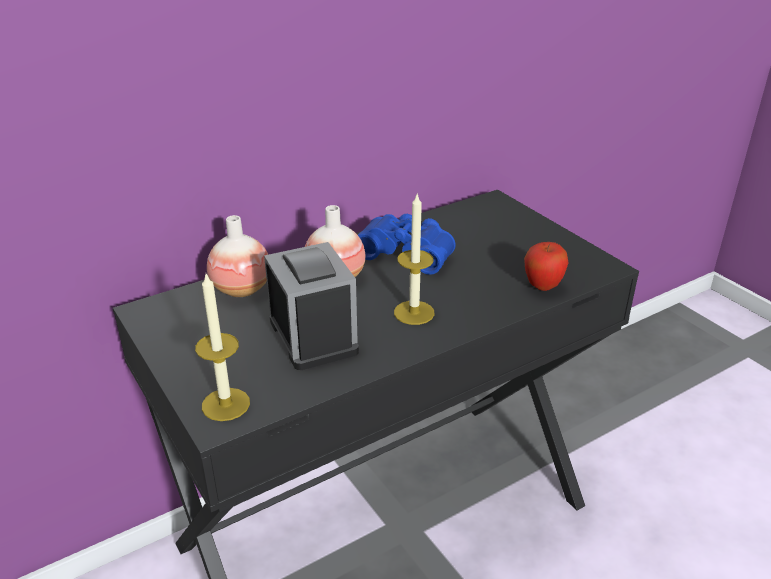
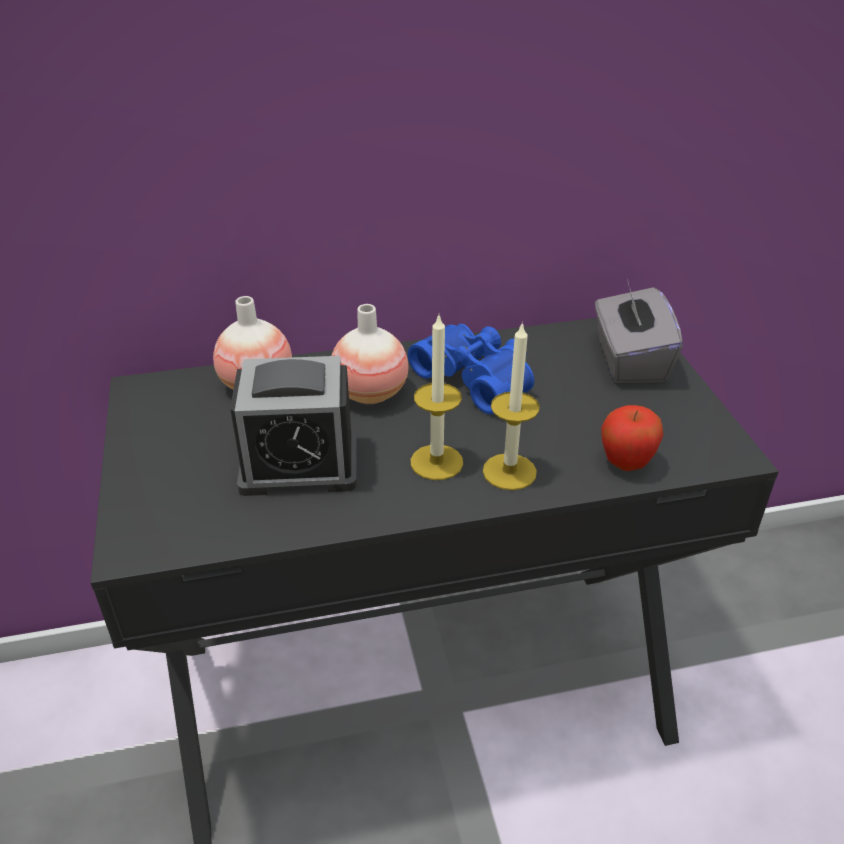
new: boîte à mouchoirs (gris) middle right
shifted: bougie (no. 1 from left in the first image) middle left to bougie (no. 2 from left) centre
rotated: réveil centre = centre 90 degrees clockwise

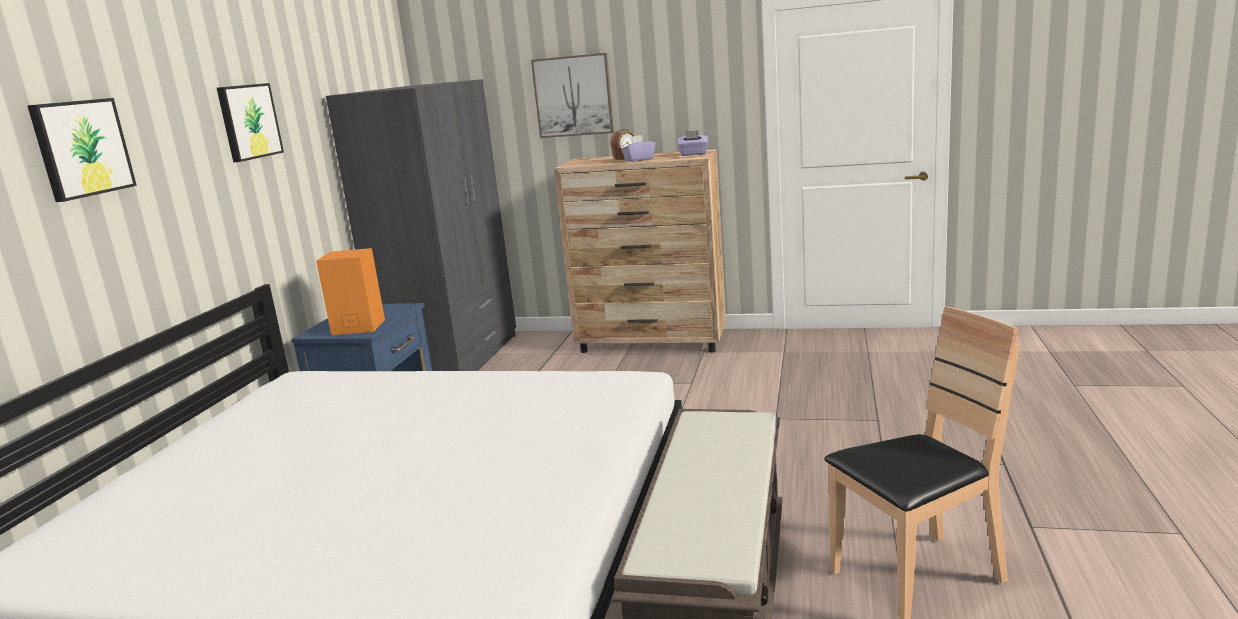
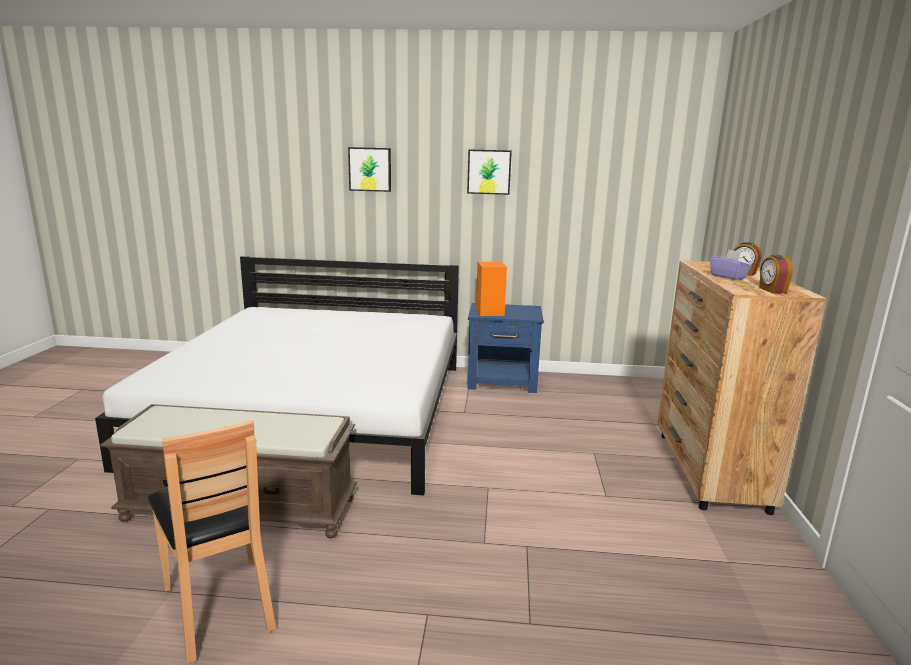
gone: armoire (gris) centre; tableau (no. 3 from left) top centre
swapped: boîte à mouchoirs (violet) (no. 2 from left) top centre to réveil (no. 2 from left) middle right

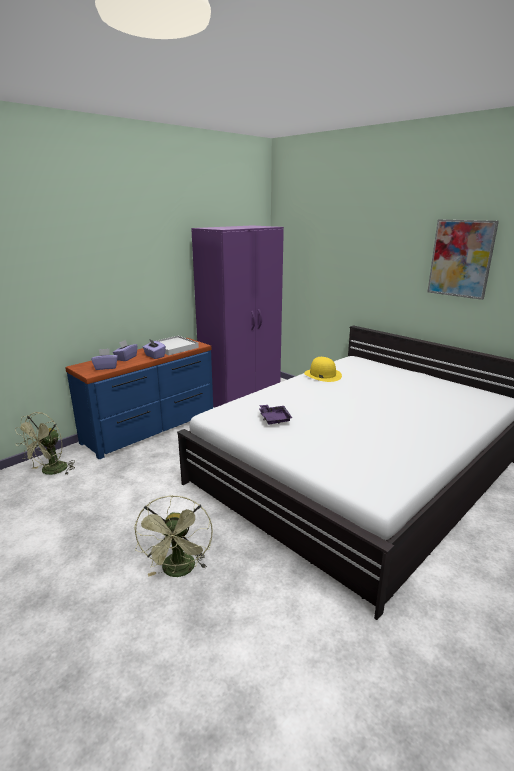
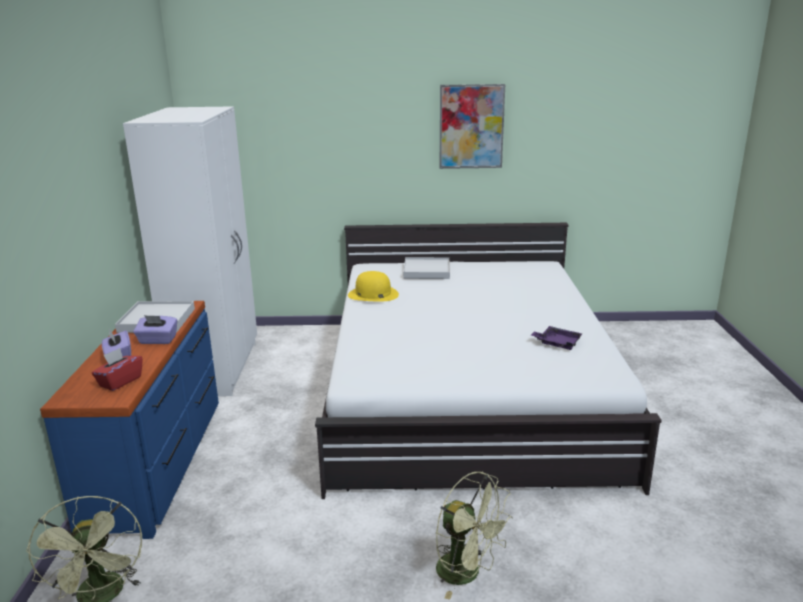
new: plateau (blanc) (no. 2 from left) centre
shifted: plateau (violet) centre to middle right
repainted: boîte à mouchoirs (violet) (no. 1 from left) middle left to boîte à mouchoirs (rouge) middle left; armoire (violet) centre to armoire (blanc) middle left

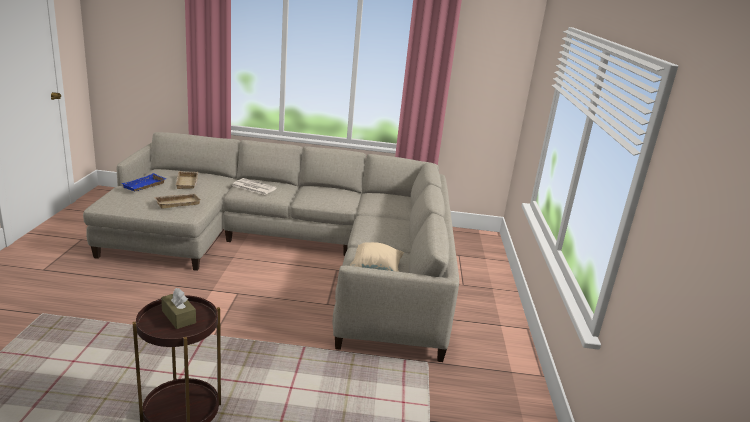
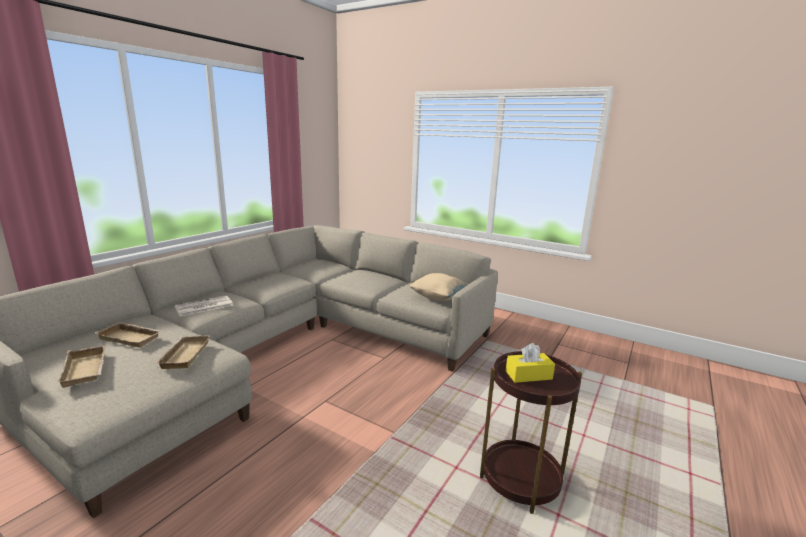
repainted: plateau (bleu) middle left to plateau (beige) (no. 1 from left) bottom left; boîte à mouchoirs (marron) bottom left to boîte à mouchoirs (jaune) bottom centre

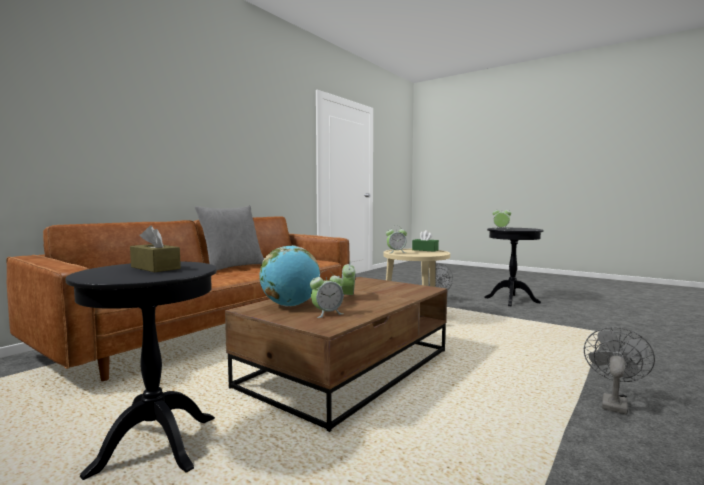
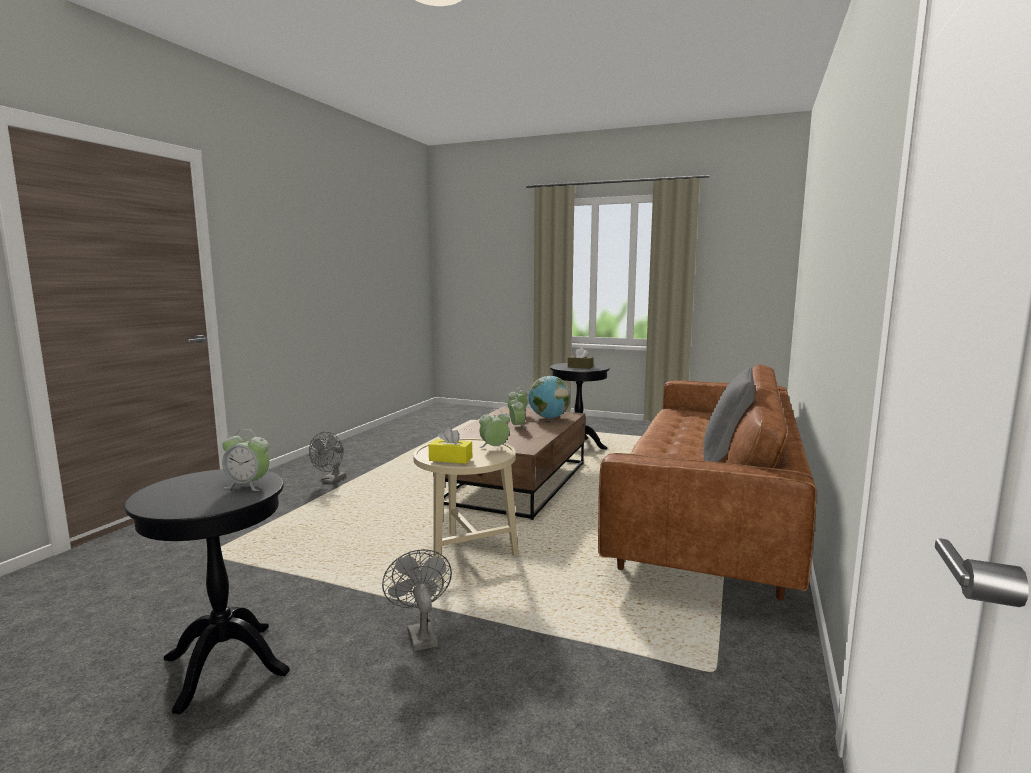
repainted: boîte à mouchoirs (vert) centre to boîte à mouchoirs (jaune) centre

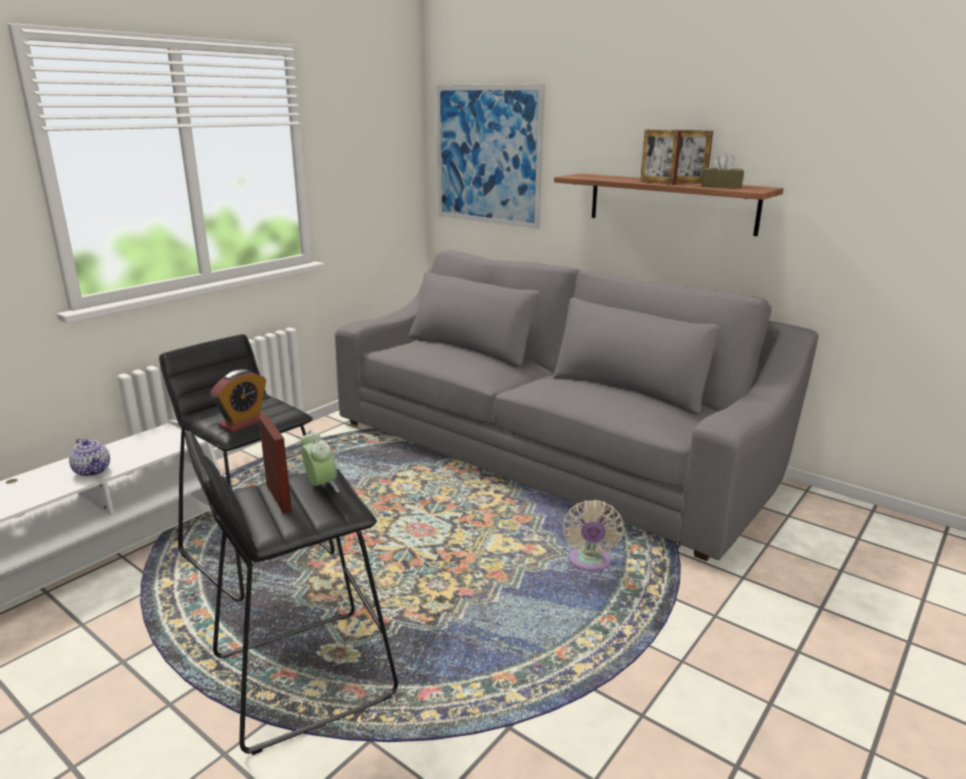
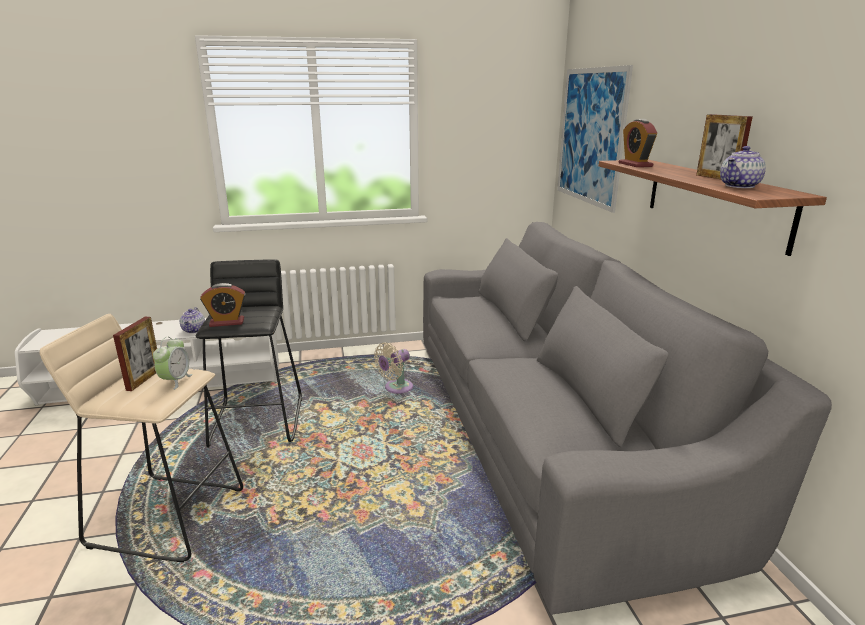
gone: cadre photo (no. 2 from left) top right
new: réveil (no. 3 from left) top right
shifted: ventilateur (beige) bottom centre to centre
swapped: boîte à mouchoirs (marron) top right to théière (no. 2 from left) top right
repainted: tabouret (noir) (no. 2 from left) bottom left to tabouret (beige) bottom left

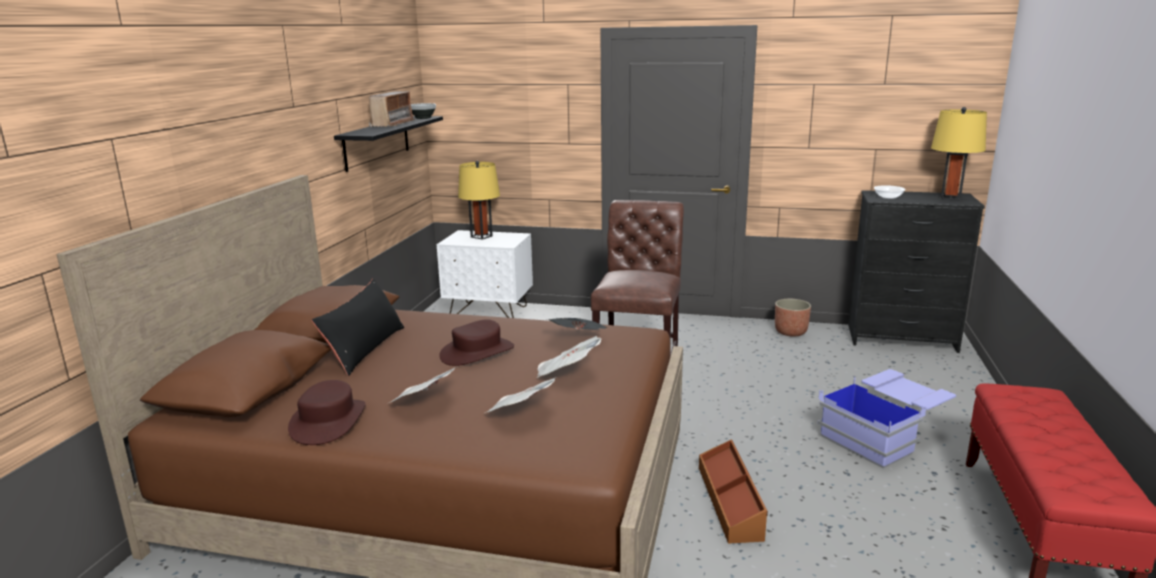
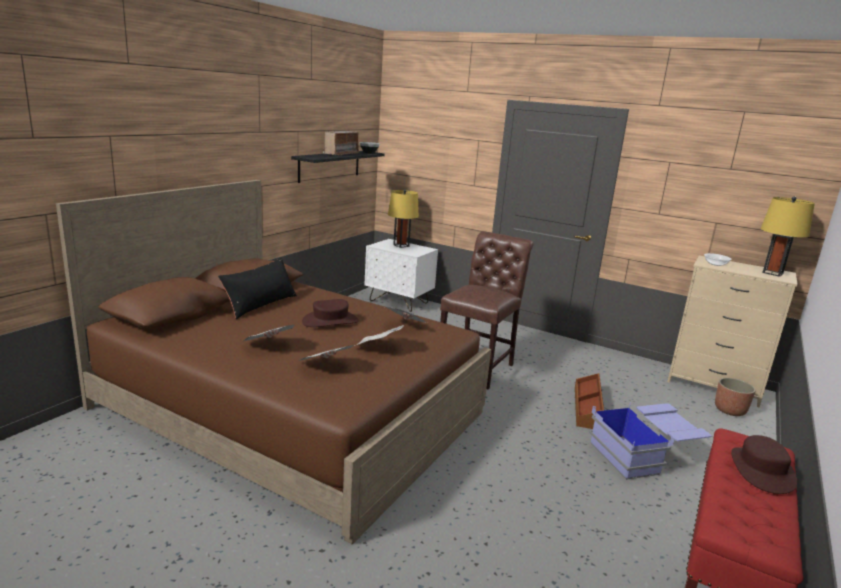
shifted: chapeau (marron) (no. 1 from left in the first image) bottom left to chapeau (marron) (no. 2 from left) bottom right; boîte de rangement (marron) bottom centre to bottom right; cache-pot middle right to bottom right
repainted: commode (noir) middle right to commode (beige) middle right

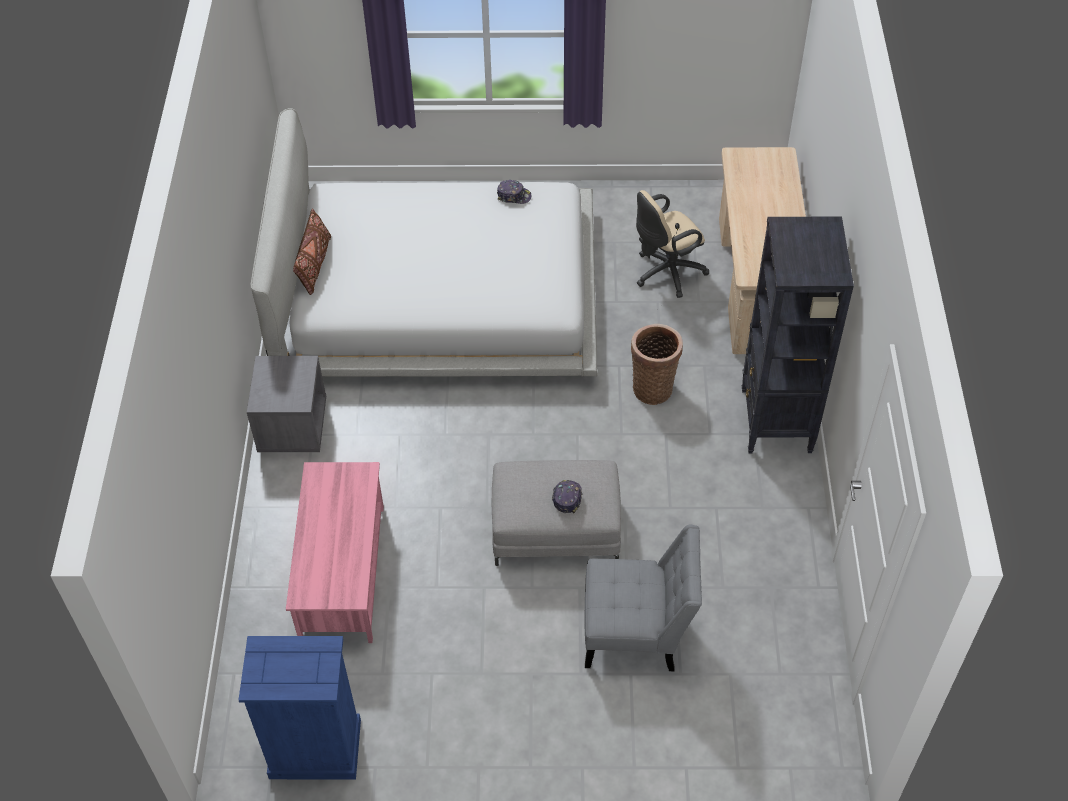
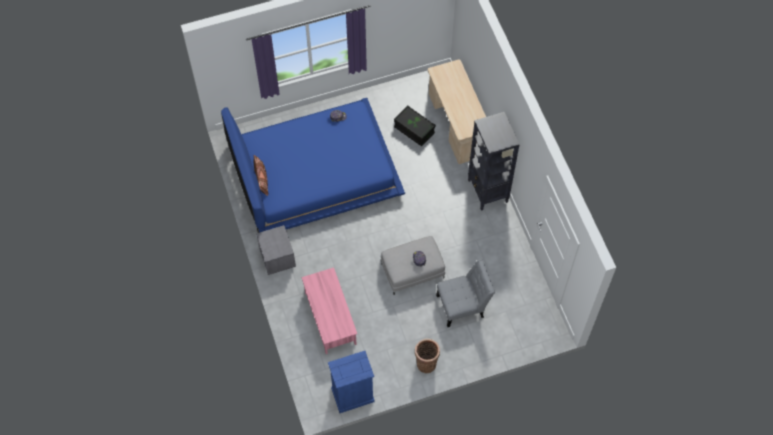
shifted: panier centre to bottom centre
swapped: chaise de bureau (beige) top centre to boîte de rangement (noir) top centre
repainted: lit (blanc) top centre to lit (bleu) centre

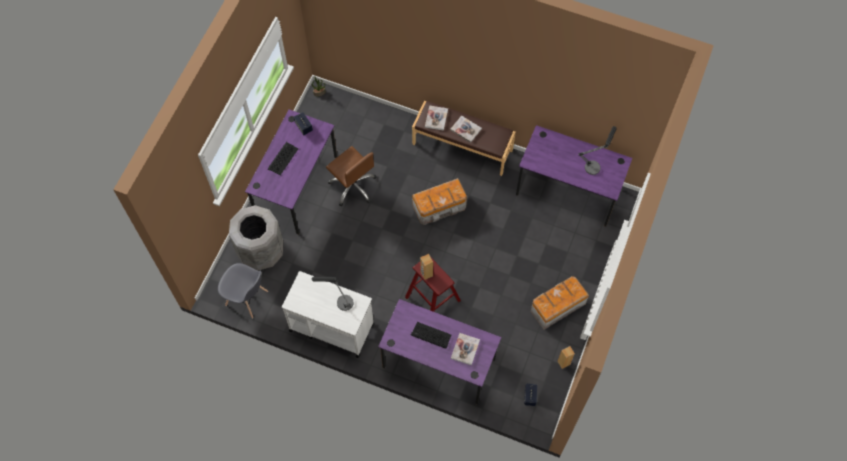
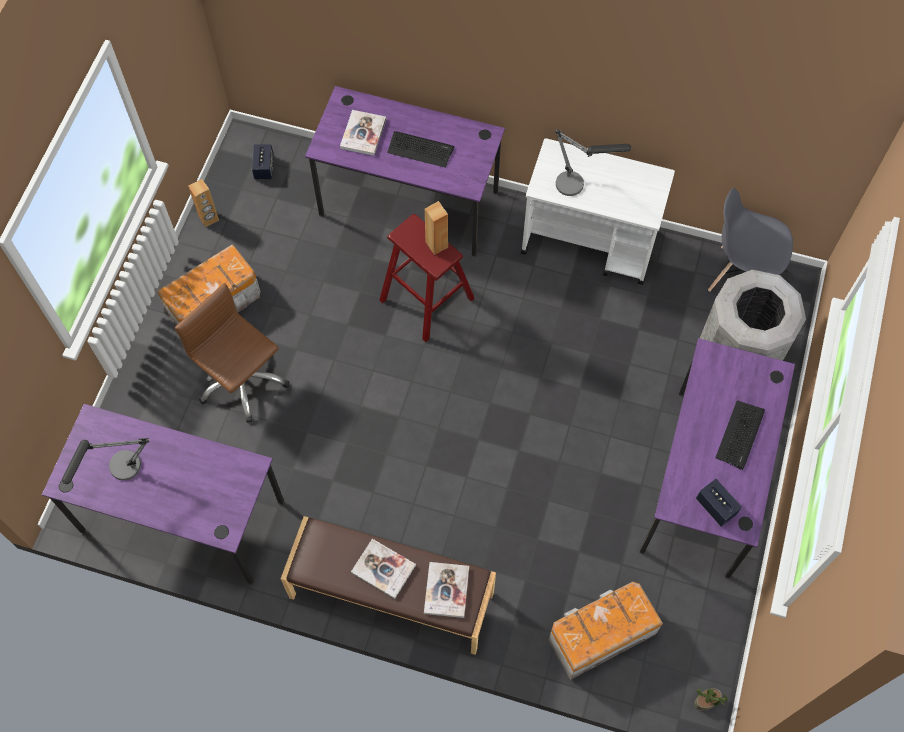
shifted: chaise de bureau (marron) centre to middle left; boîte de rangement (no. 1 from left in the first image) centre to boîte de rangement (no. 2 from left) bottom right

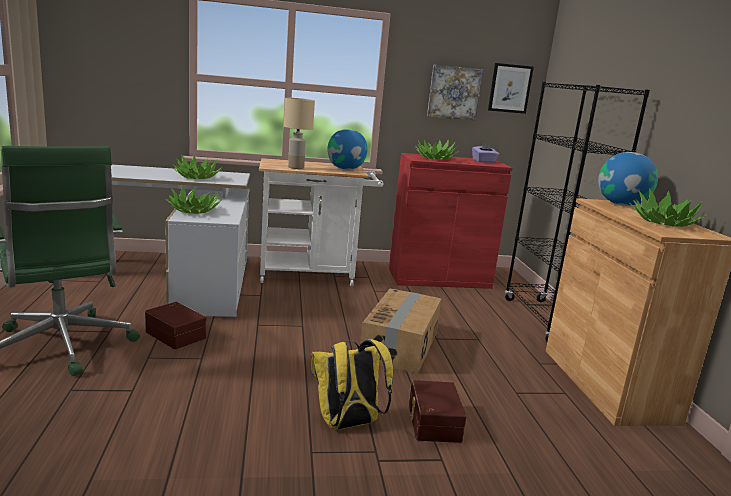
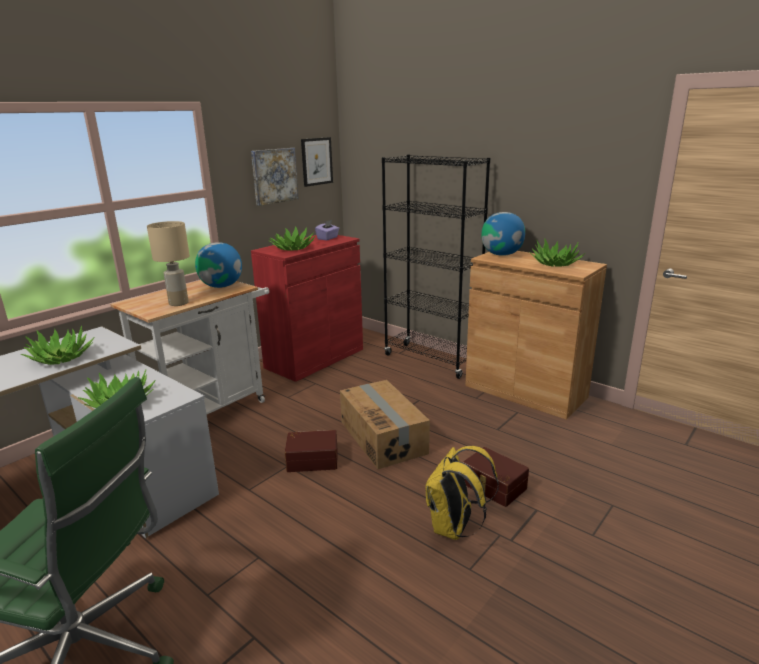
shifted: boîte de rangement (marron) (no. 1 from left) middle left to bottom centre

